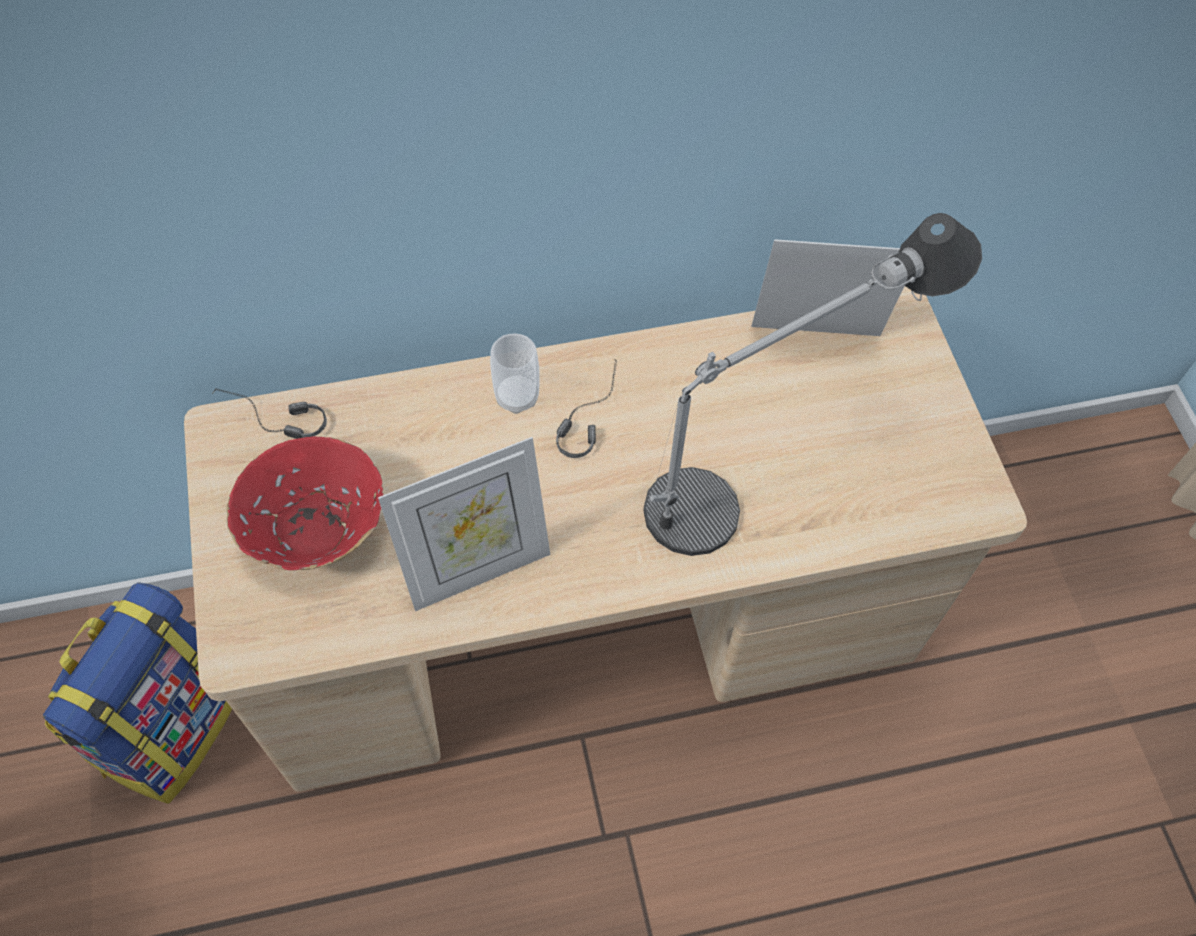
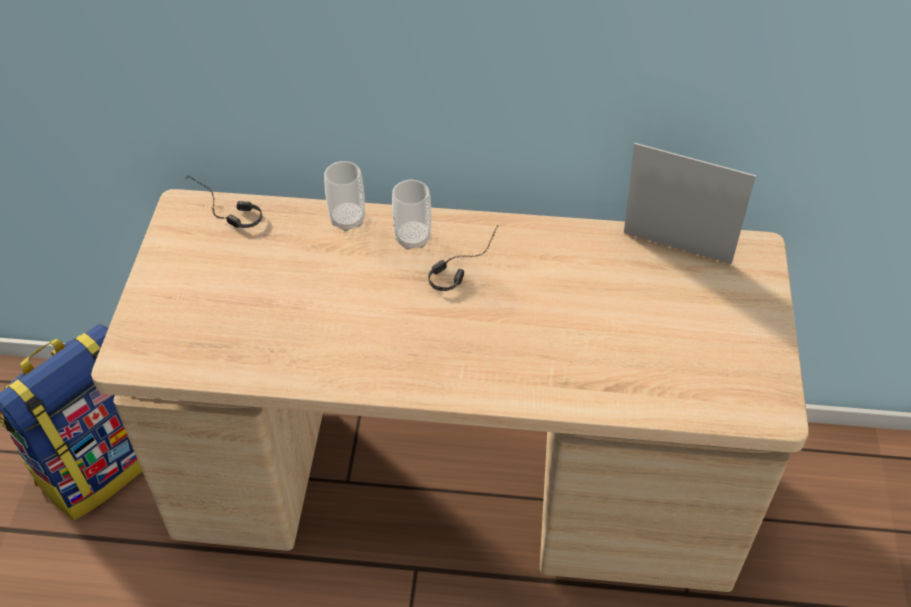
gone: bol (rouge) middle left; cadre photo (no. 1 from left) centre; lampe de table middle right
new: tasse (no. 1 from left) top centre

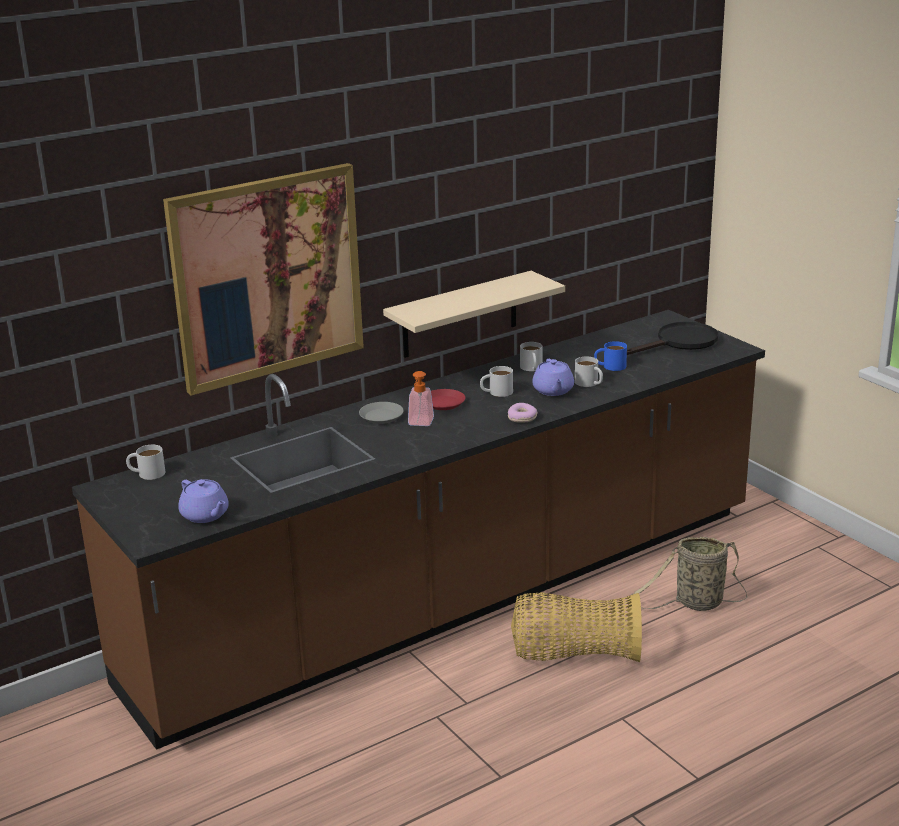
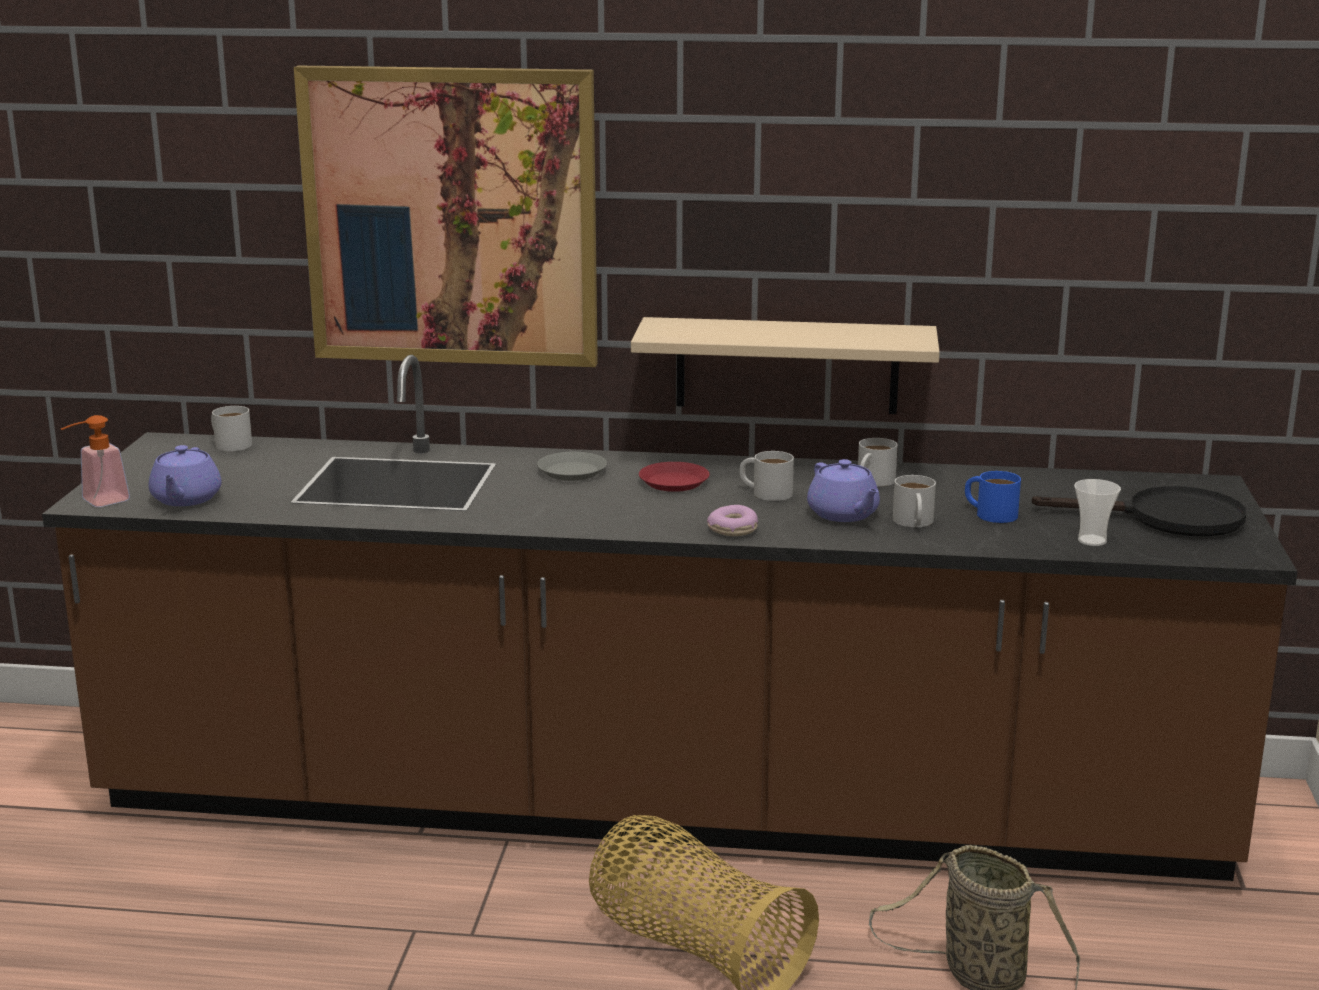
new: tasse middle right
shifted: distributeur de savon centre to middle left
rotated: théière (violet) (no. 2 from left) centre = centre 60 degrees counterclockwise

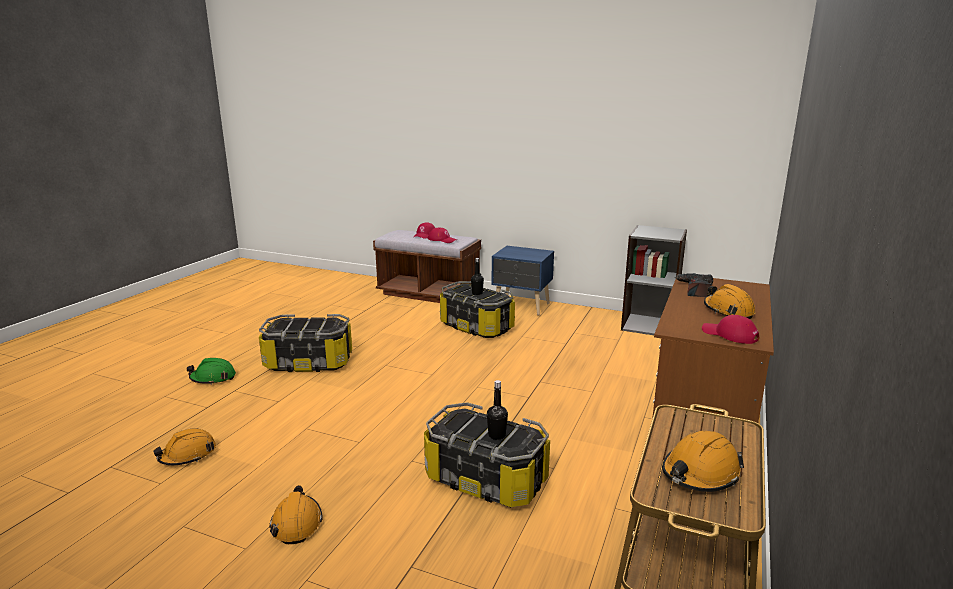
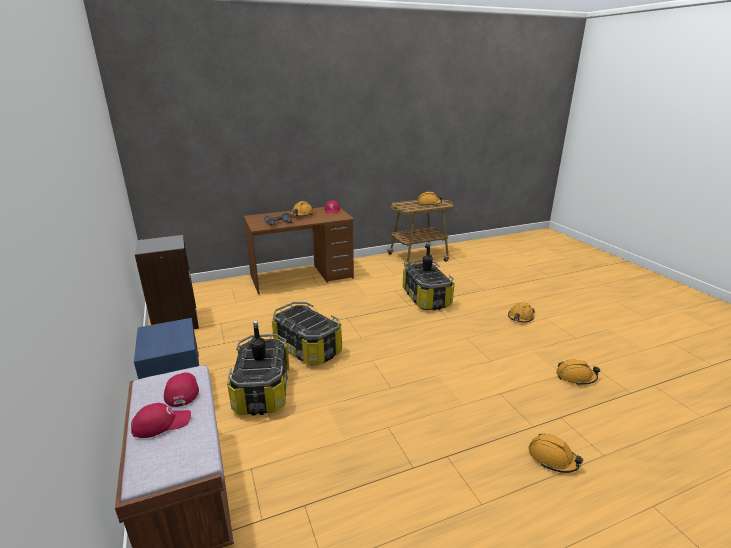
shifted: boîte de rangement (no. 1 from left in the first image) middle left to boîte de rangement (no. 2 from left) centre
repainted: casque de chantier (vert) middle left to casque de chantier (orange) (no. 4 from left) bottom right

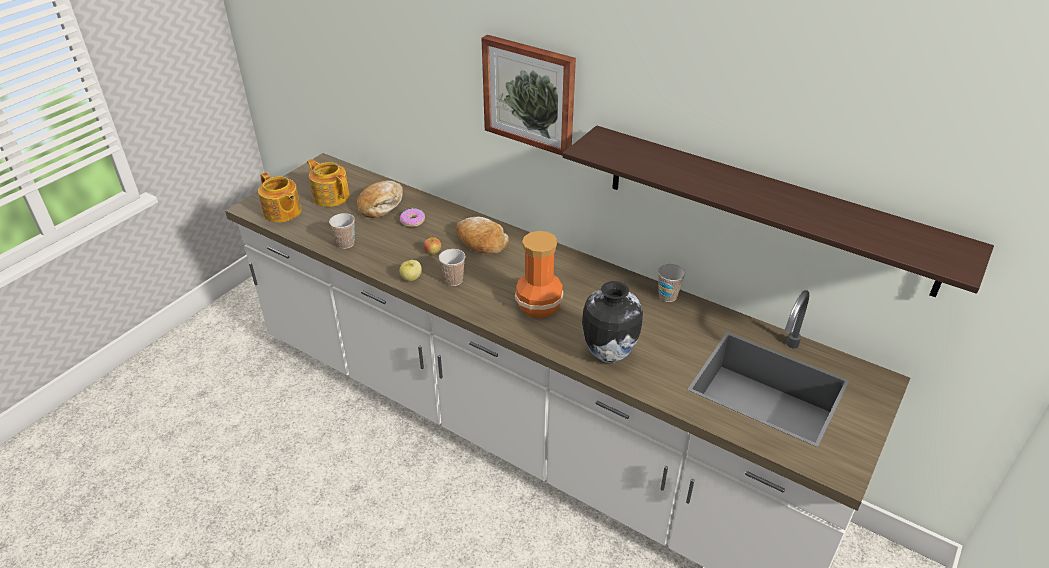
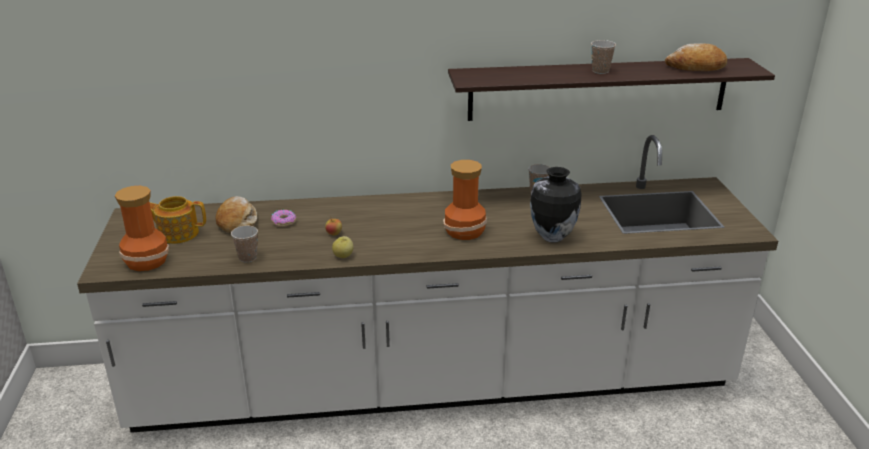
gone: tableau top centre
shifted: tasse (no. 2 from left in the first image) centre to tasse (no. 3 from left) top right; pain (no. 2 from left) centre to top right
swapped: théière (no. 1 from left) middle left to vase (no. 1 from left) middle left

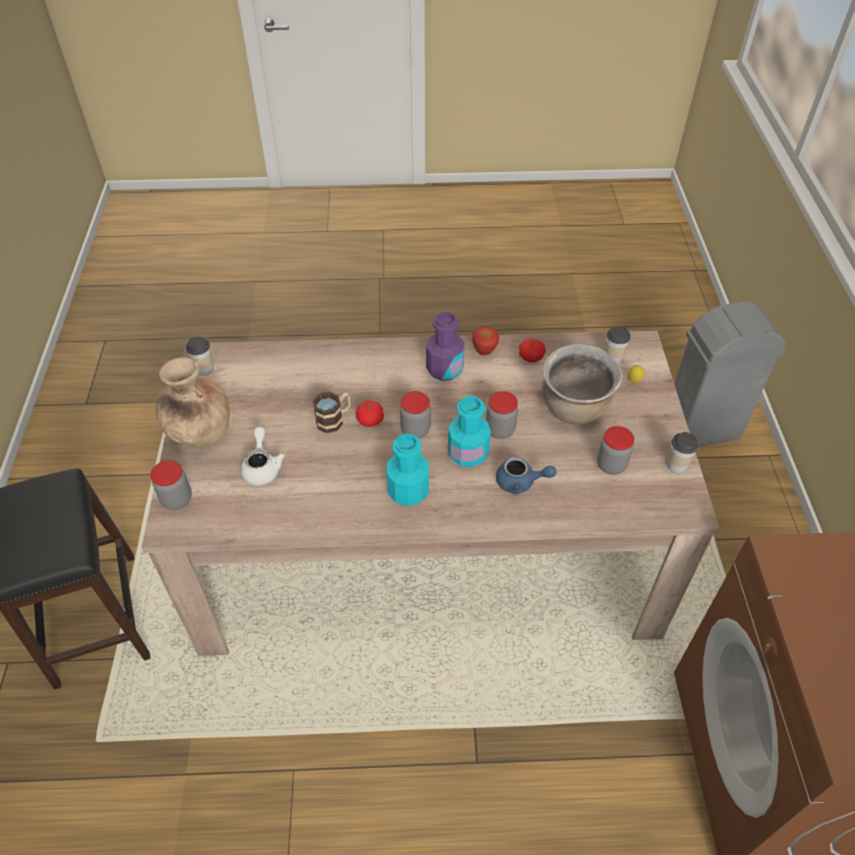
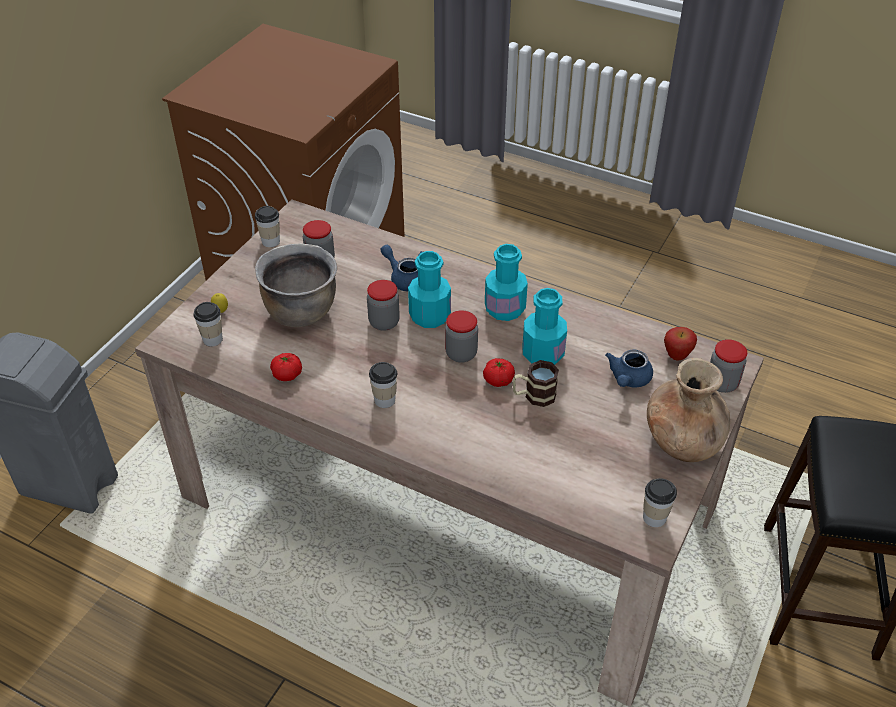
new: bouteille (turquoise) (no. 3 from left) centre
shifted: pomme centre to middle right
swapped: bouteille (violet) centre to tasse (no. 3 from left) centre
repainted: théière (blanc) middle left to théière (bleu) (no. 2 from left) middle right

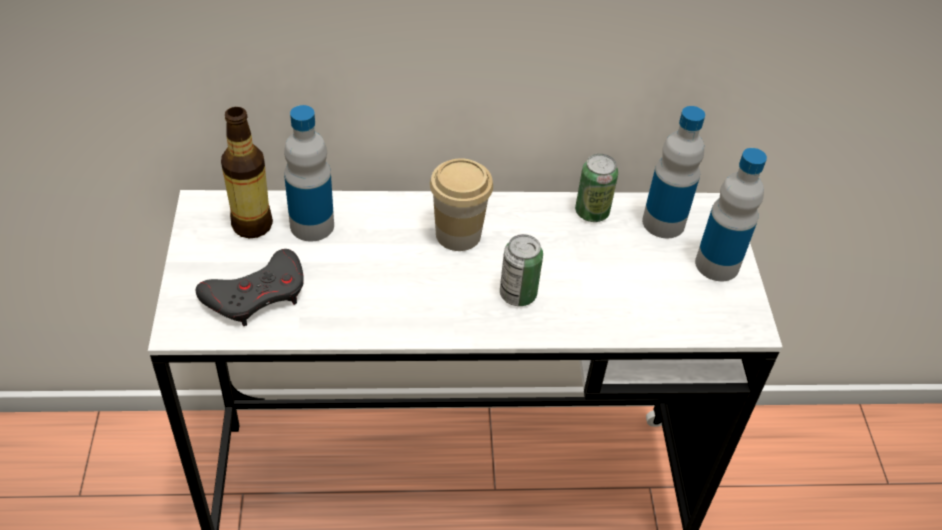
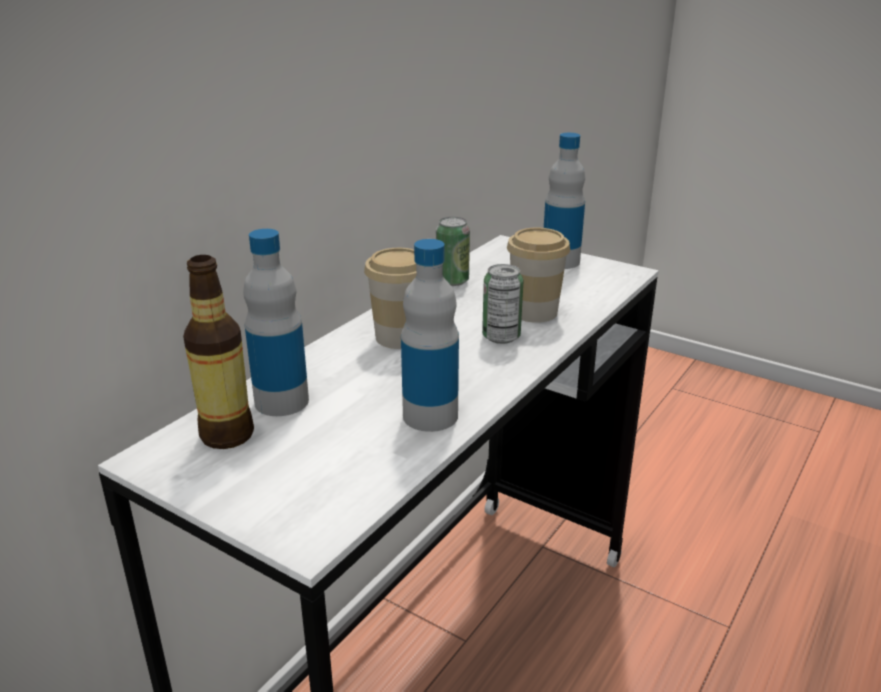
gone: manette (gris) middle left
new: tasse (no. 2 from left) centre
shifted: bouteille (no. 3 from left) top right to centre

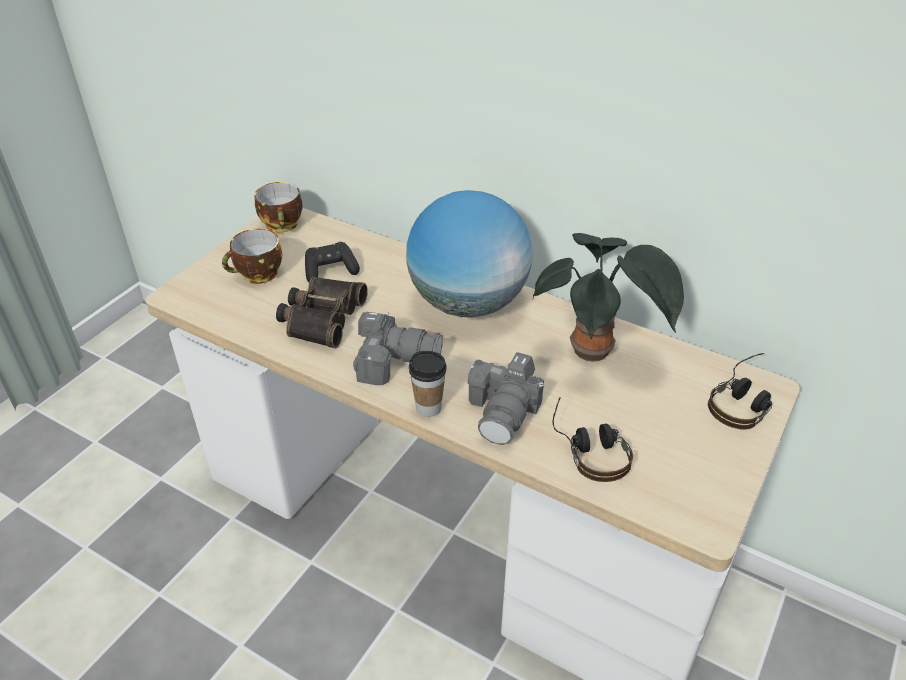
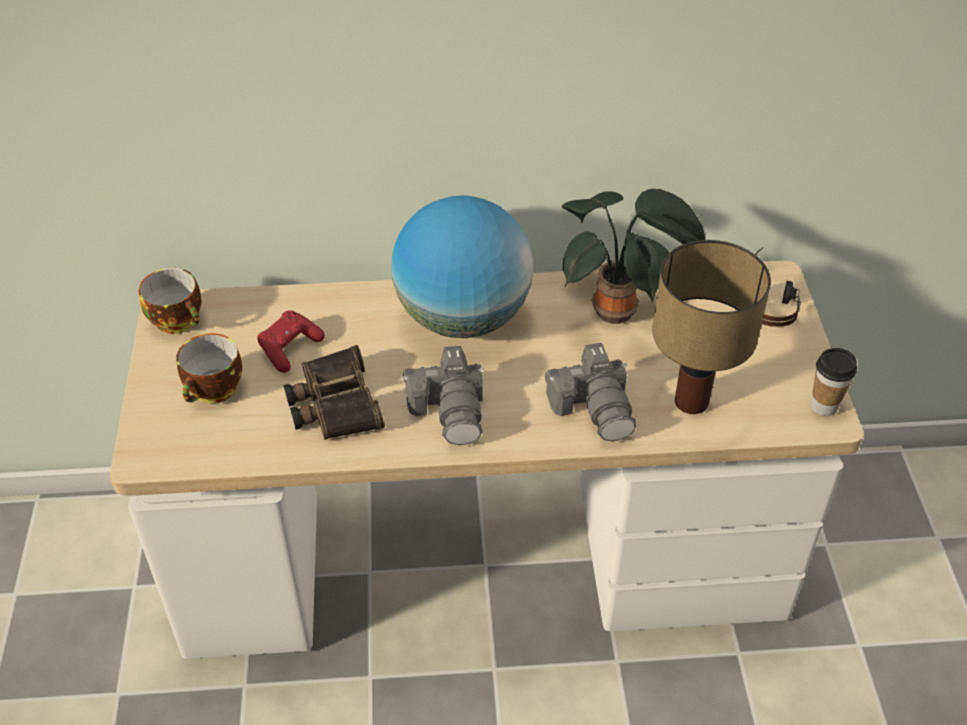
shifted: tasse (no. 3 from left) centre to middle right
swapped: casque audio (no. 1 from left) centre to lampe de table middle right
repainted: manette (noir) centre to manette (rouge) middle left
rotated: appareil photo (no. 1 from left) centre = centre 105 degrees clockwise

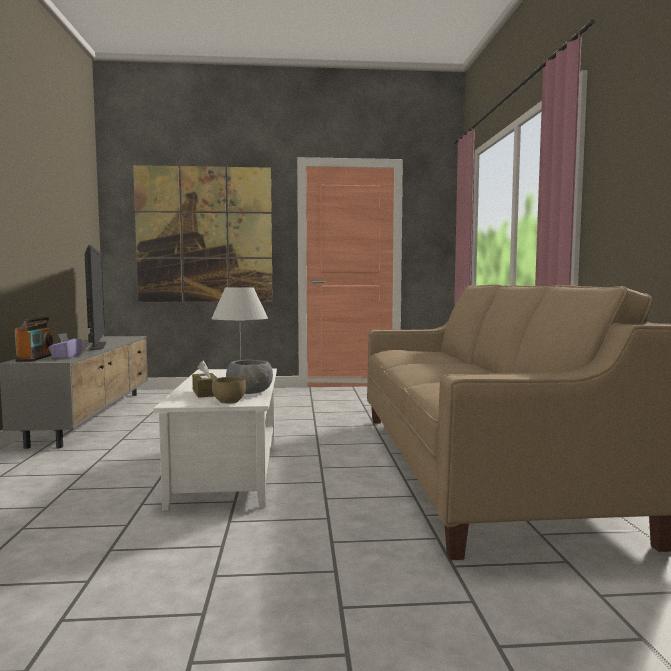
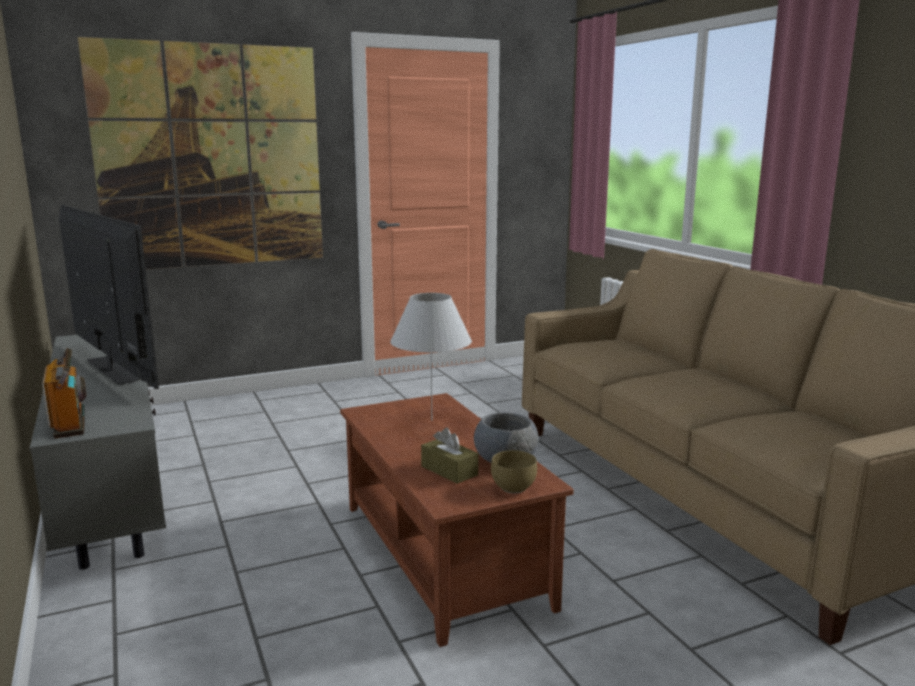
gone: boîte à mouchoirs (violet) middle left
repainted: table basse (blanc) middle left to table basse (marron) bottom centre

